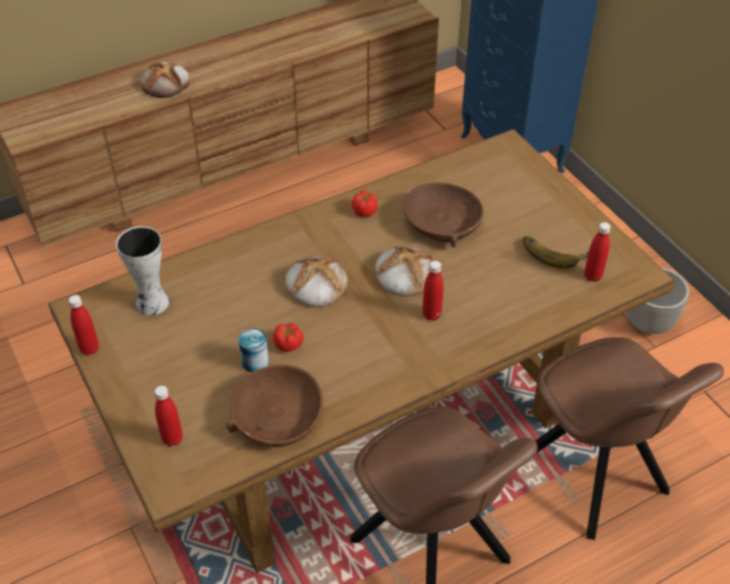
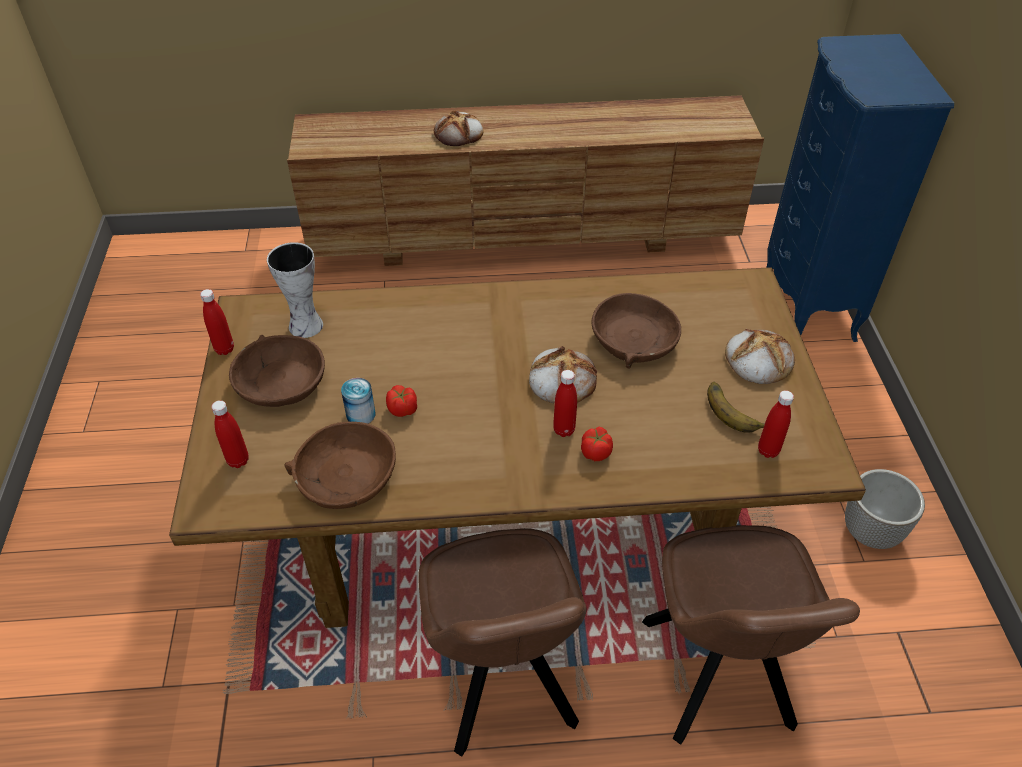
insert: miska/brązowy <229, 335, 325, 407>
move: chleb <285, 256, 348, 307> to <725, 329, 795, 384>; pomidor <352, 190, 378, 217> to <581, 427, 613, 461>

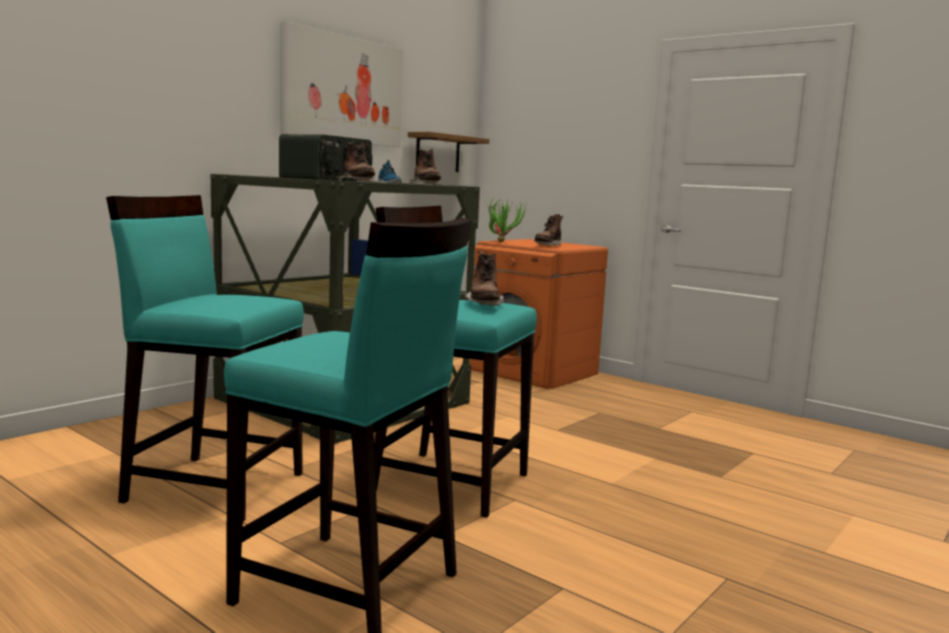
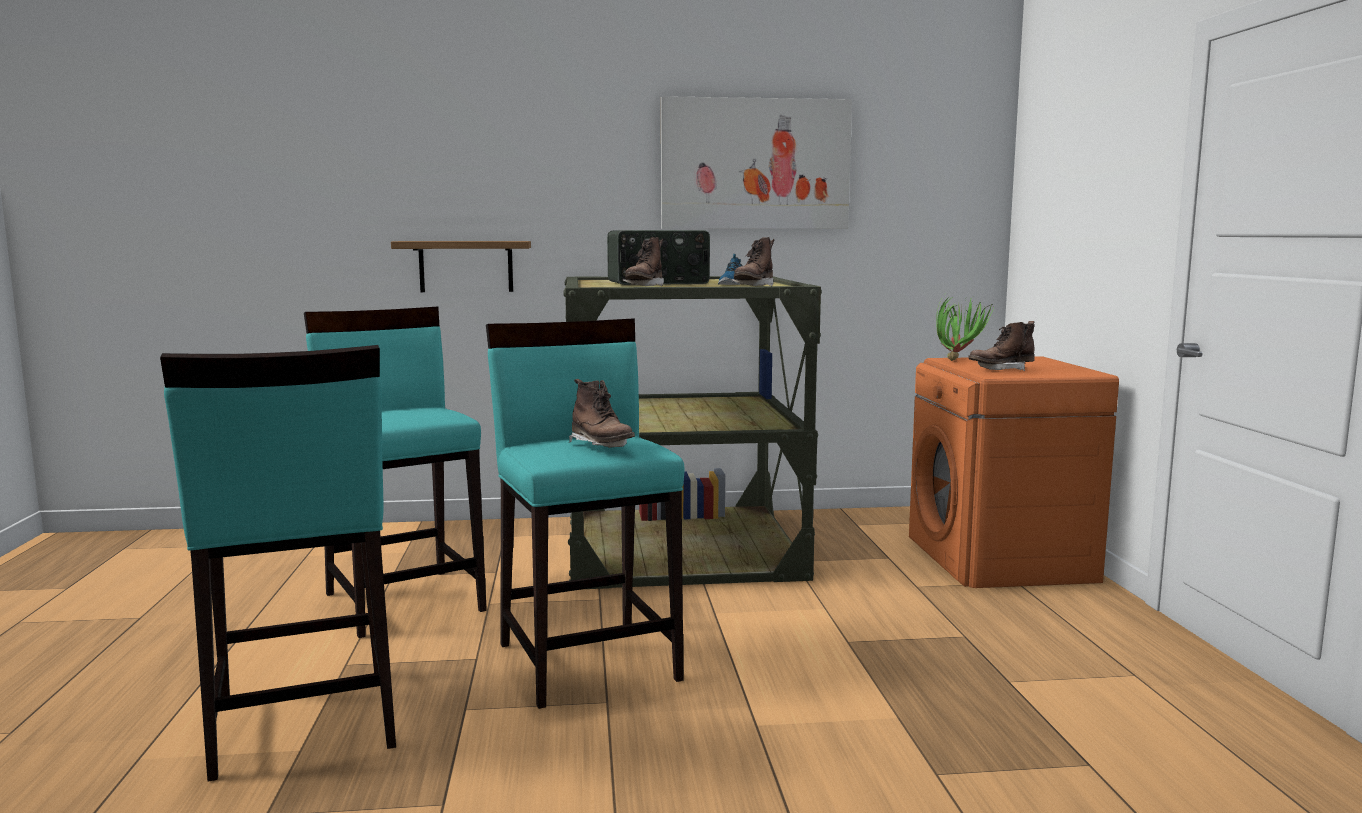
move: półka <408, 132, 489, 172> to <391, 241, 531, 292>
rotate: but z cholewką/brązowy <464, 251, 504, 306> = <569, 379, 635, 448> 75 degrees counterclockwise

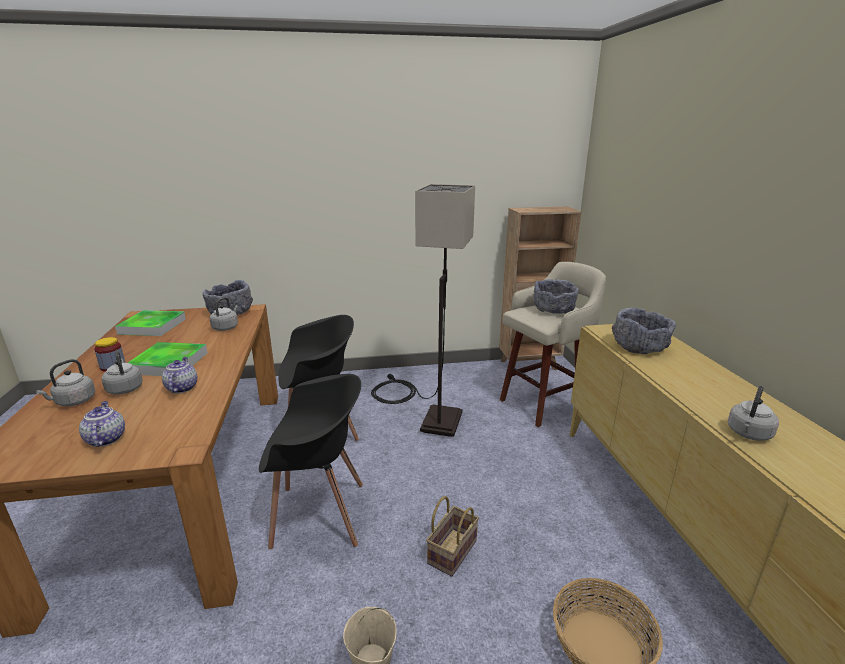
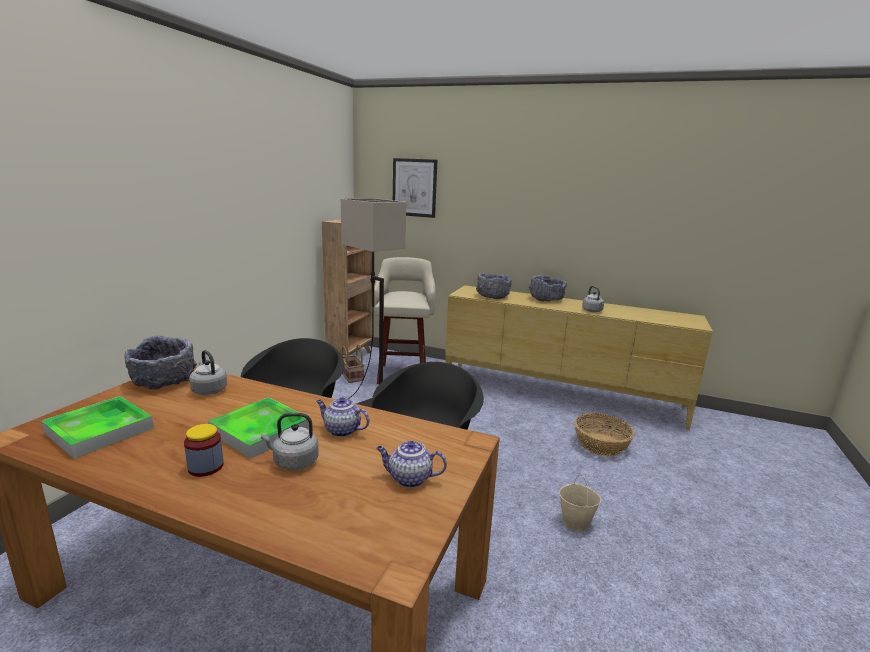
delete: czajnik/szary <36, 359, 95, 406>
insert: obraz <393, 158, 437, 218>
move: koszyk <426, 496, 479, 577> to <341, 344, 364, 383>; miska/szary <534, 279, 579, 314> to <529, 275, 567, 302>

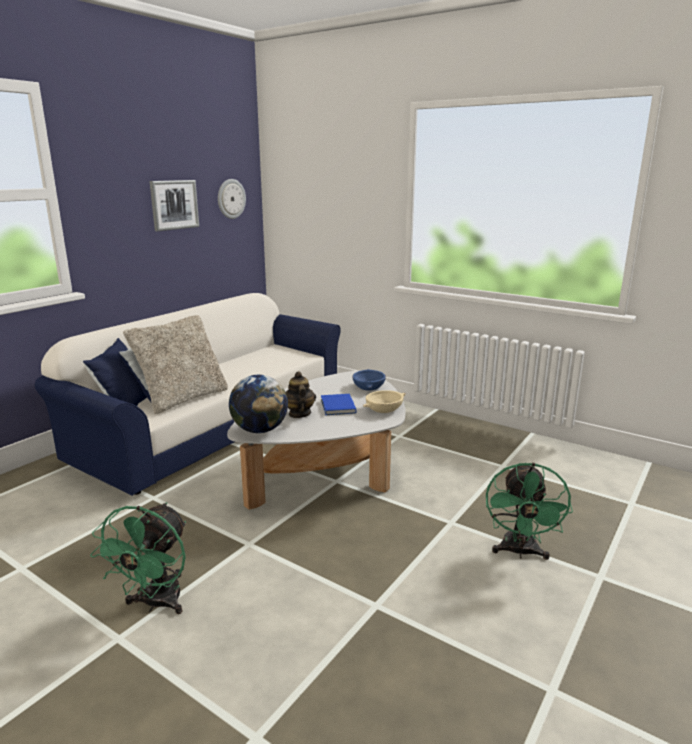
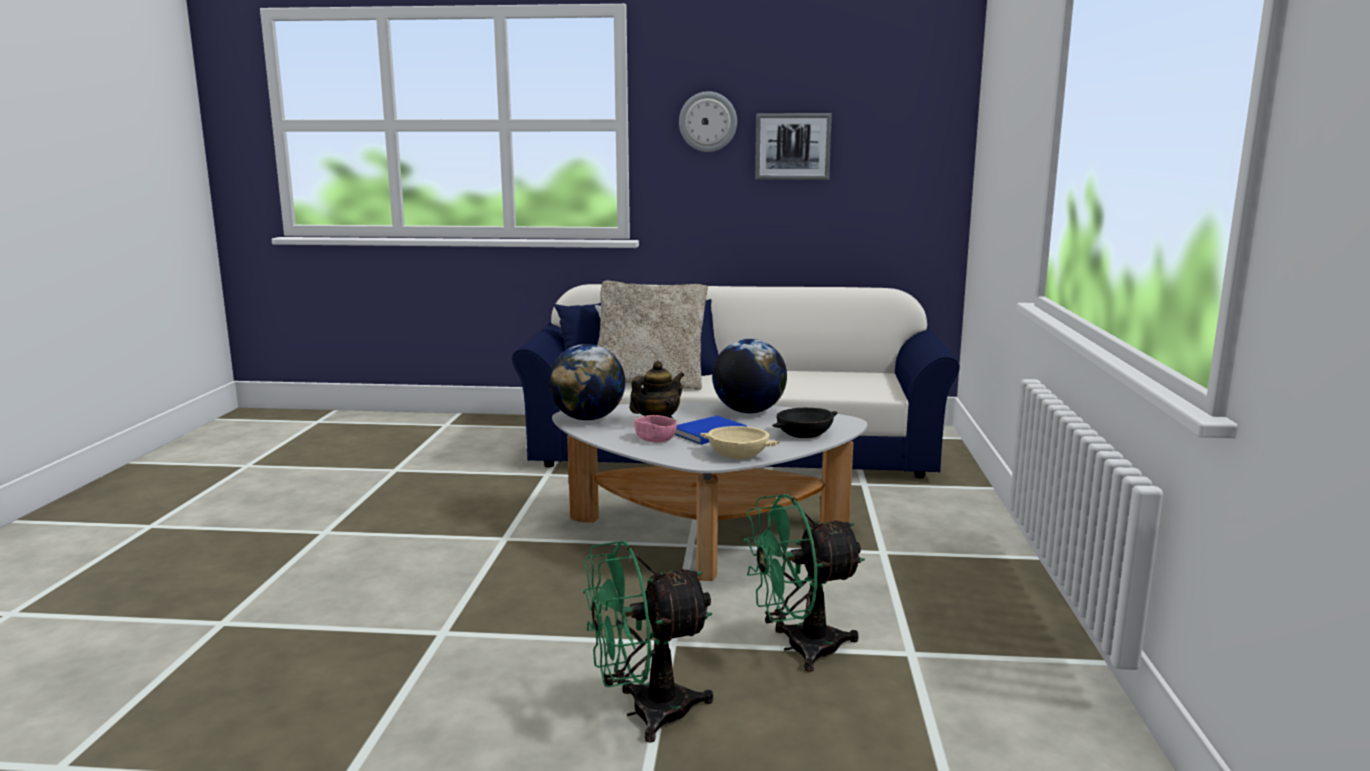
insert: miska/różowy <634, 415, 677, 443>; globus <712, 339, 787, 413>
move: wentylator/zielony <90, 502, 186, 614> to <743, 494, 865, 672>; zegar ścienny <218, 179, 246, 219> to <679, 91, 737, 152>
recolor: miska/niebieski <353, 369, 386, 391> to miska/czarny <772, 408, 838, 438>

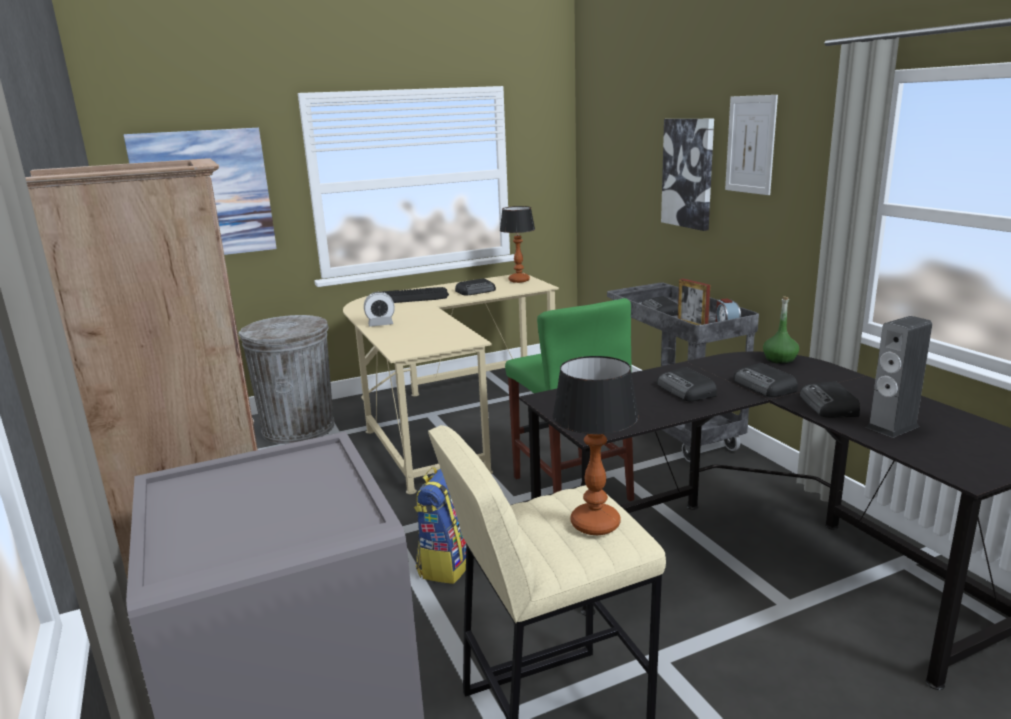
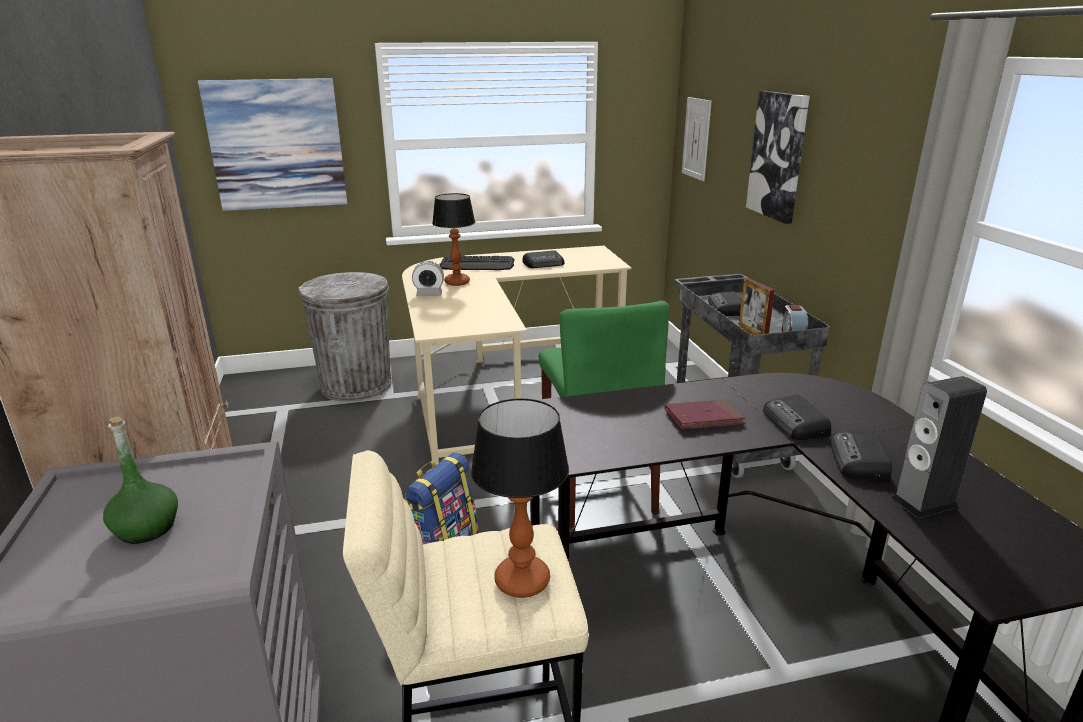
move: lampa stołowa <500, 206, 535, 283> to <432, 193, 475, 286>; obraz <725, 95, 778, 195> to <682, 97, 711, 181>; butelka/zielony <763, 296, 799, 364> to <103, 417, 178, 544>
replace: radio <657, 367, 717, 401> to książka/czerwony <665, 399, 746, 429>

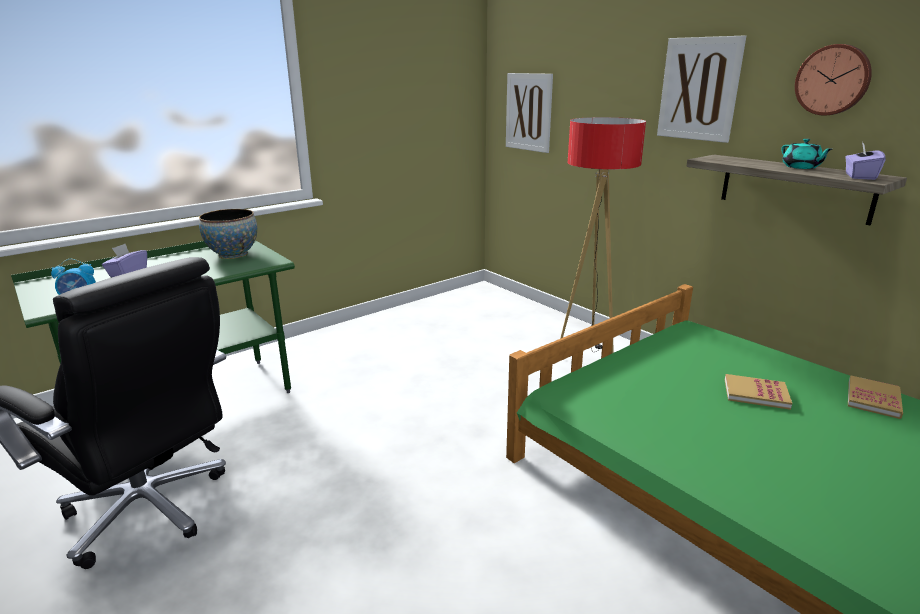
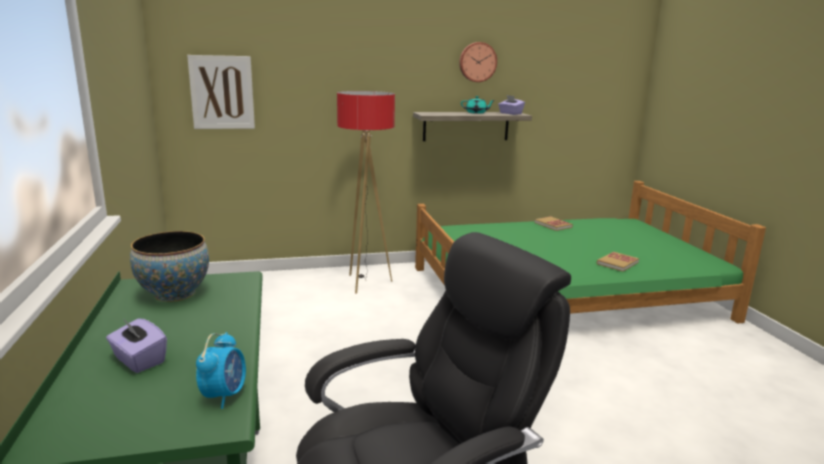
delete: obraz <657, 35, 746, 143>
move: książka <725, 374, 792, 410> to <596, 252, 639, 272>

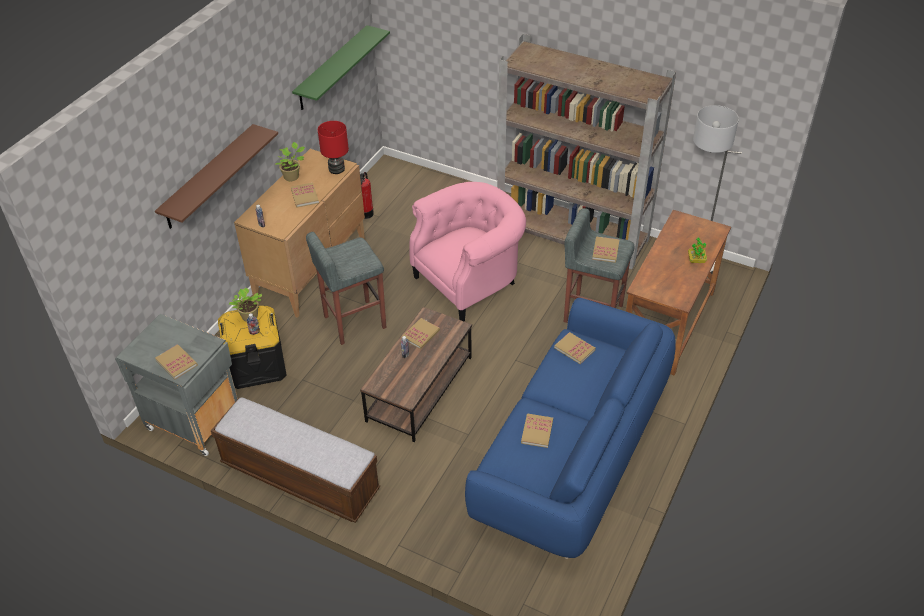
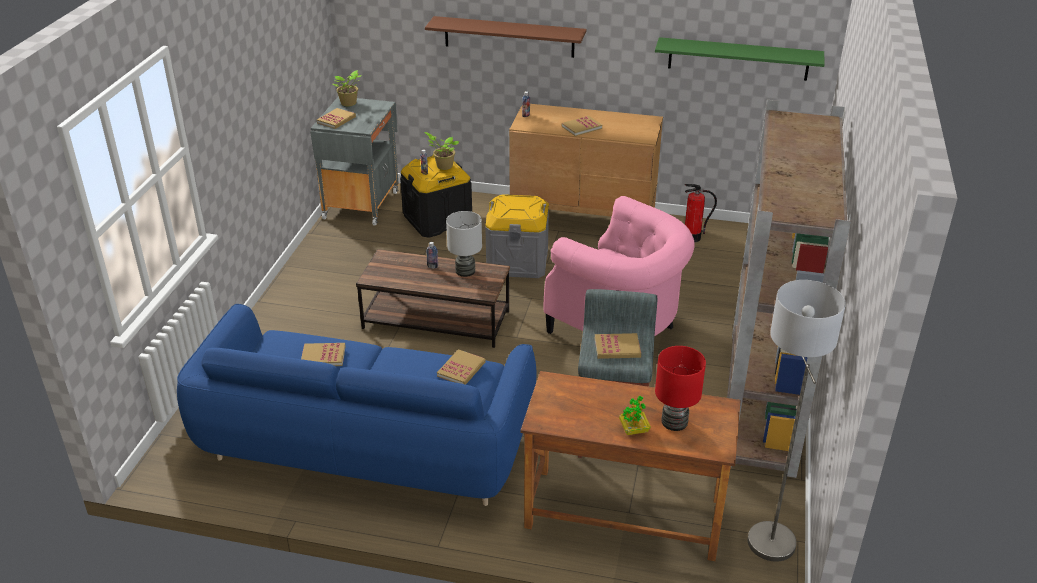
delete: ławka <211, 397, 380, 523>
move: roślina doniczkowa <275, 142, 305, 181> to <333, 70, 362, 106>; lampa stołowa/czerwony <318, 121, 349, 174> to <655, 346, 706, 431>
replace: stołek/szary <306, 232, 386, 345> to pojemnik do przechowywania/szary <485, 194, 549, 278>; książka <402, 318, 440, 349> to lampa stołowa/szary <446, 211, 482, 277>

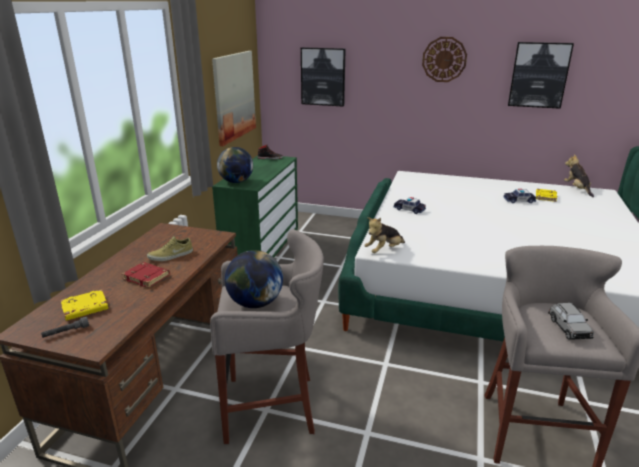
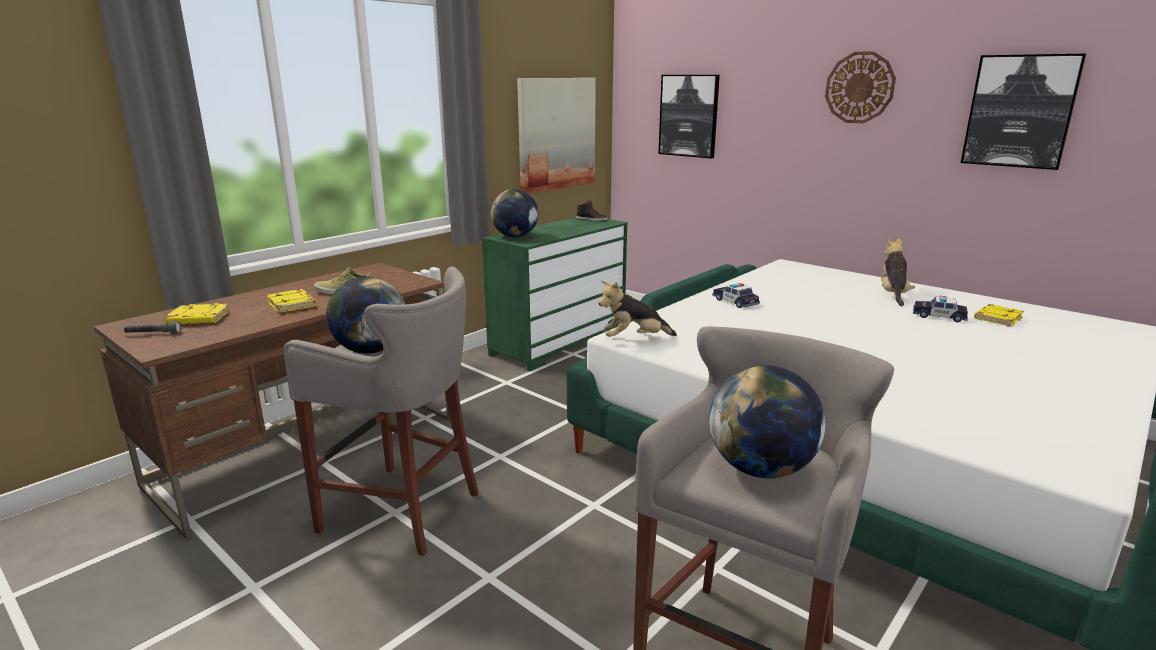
move: pluszak <564, 154, 594, 197> to <881, 238, 915, 306>
replace: samochodzik/szary <548, 303, 594, 340> to globus <709, 365, 825, 478>
recolor: książka/czerwony <122, 262, 170, 288> to książka/żółty <266, 289, 316, 313>

